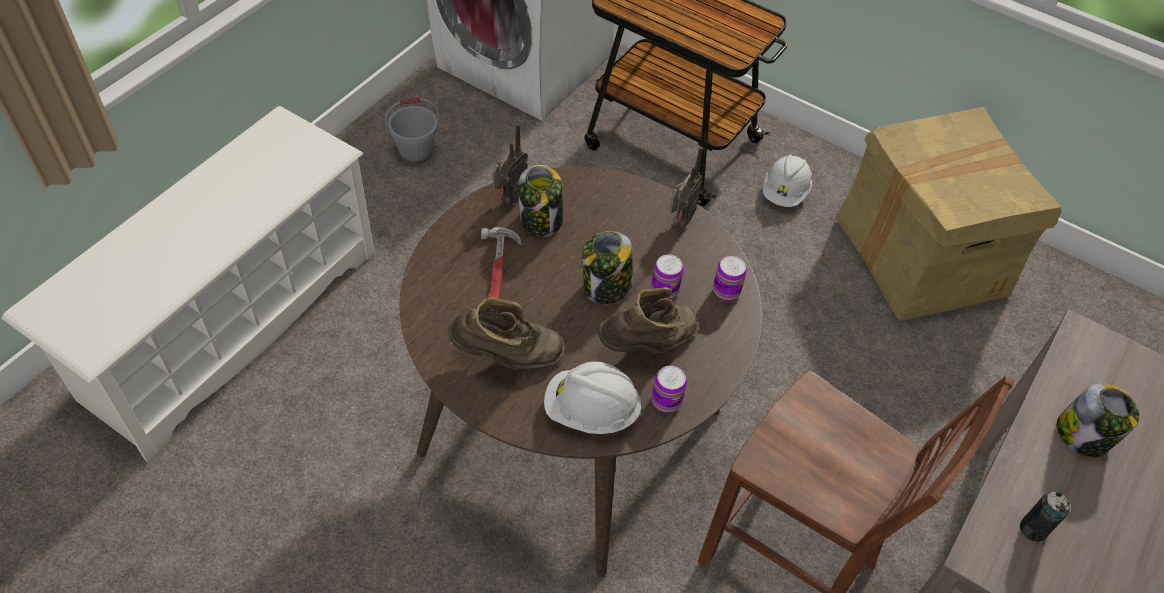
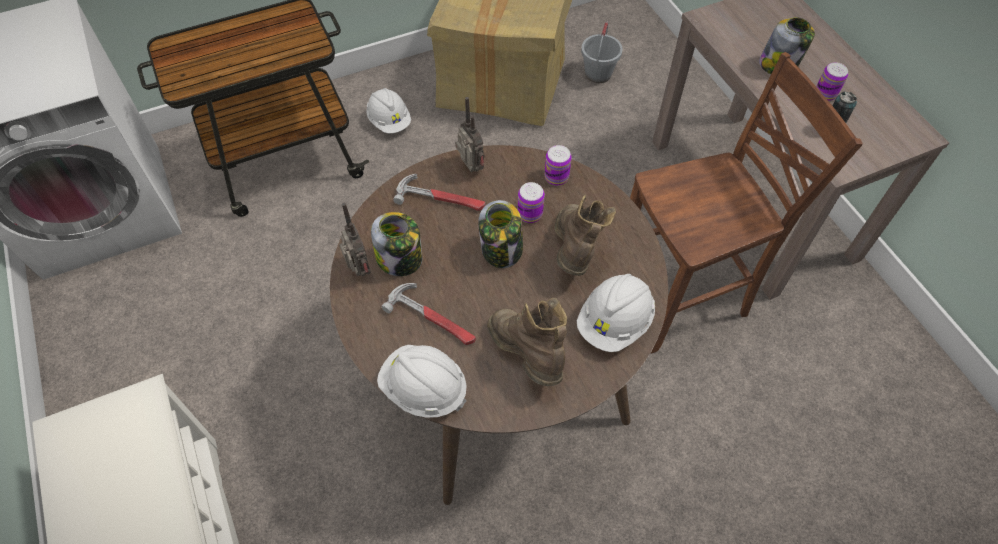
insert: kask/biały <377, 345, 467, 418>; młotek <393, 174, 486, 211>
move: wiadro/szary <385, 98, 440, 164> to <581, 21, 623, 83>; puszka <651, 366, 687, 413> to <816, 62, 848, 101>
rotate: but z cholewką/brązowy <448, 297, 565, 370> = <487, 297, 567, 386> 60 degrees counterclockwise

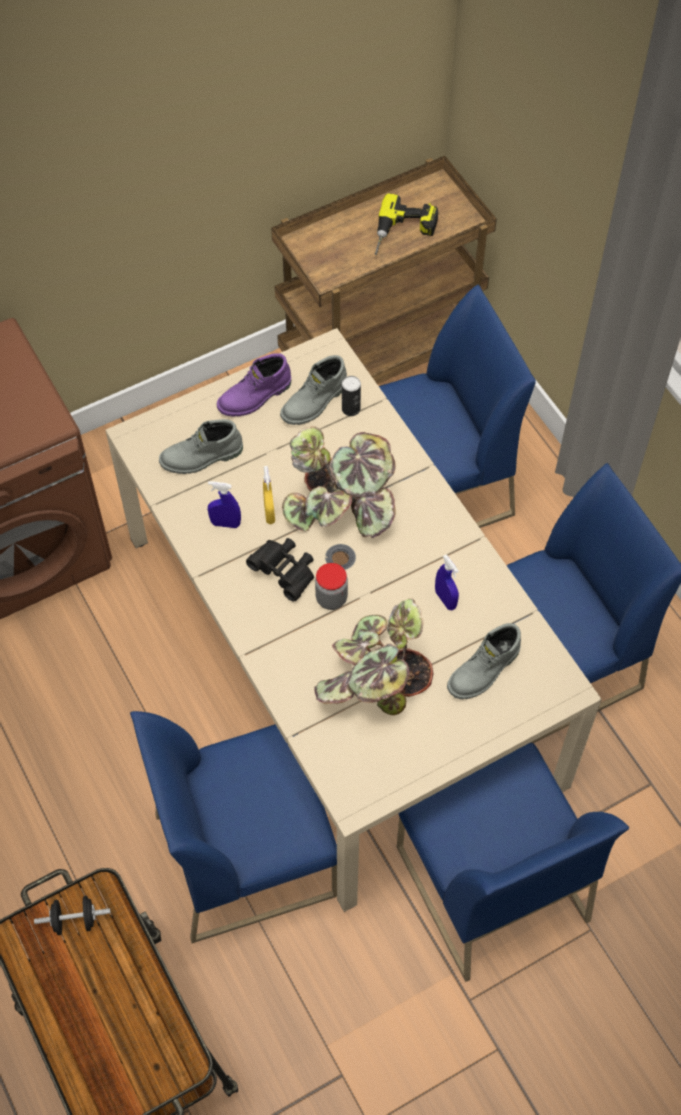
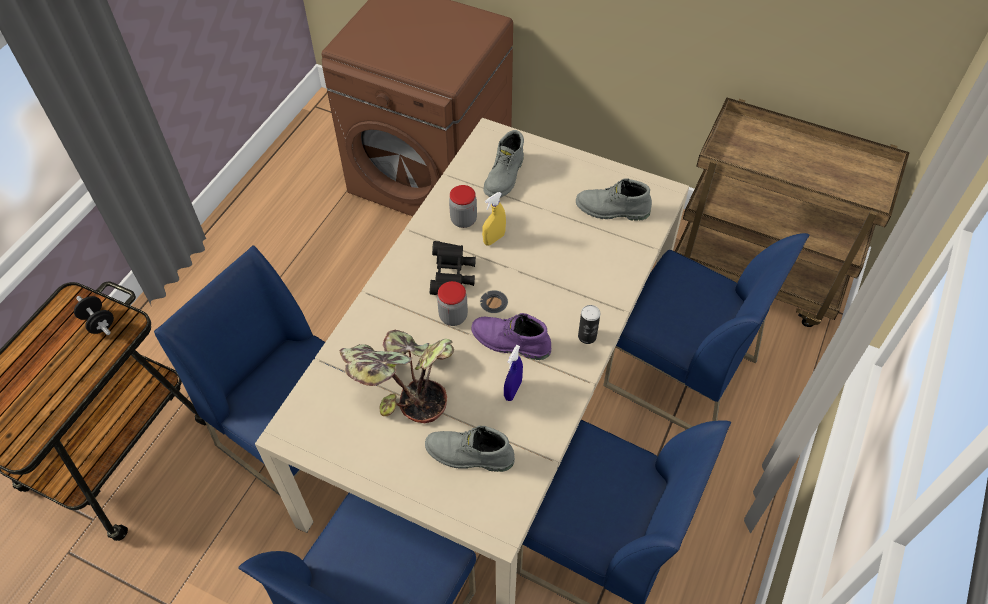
delete: roślina doniczkowa <282, 426, 396, 538>; wiertarka <375, 193, 438, 255>
move: but z cholewką/fioletowy <217, 353, 291, 417> to <471, 313, 551, 360>; puszka <342, 376, 361, 416> to <578, 305, 600, 344>
replace: spryskiwacz/niebieski <208, 481, 241, 528> to słoik <449, 185, 477, 228>
rotate: but z cholewką/szary <159, 419, 243, 474> = <484, 130, 524, 198> 105 degrees counterclockwise

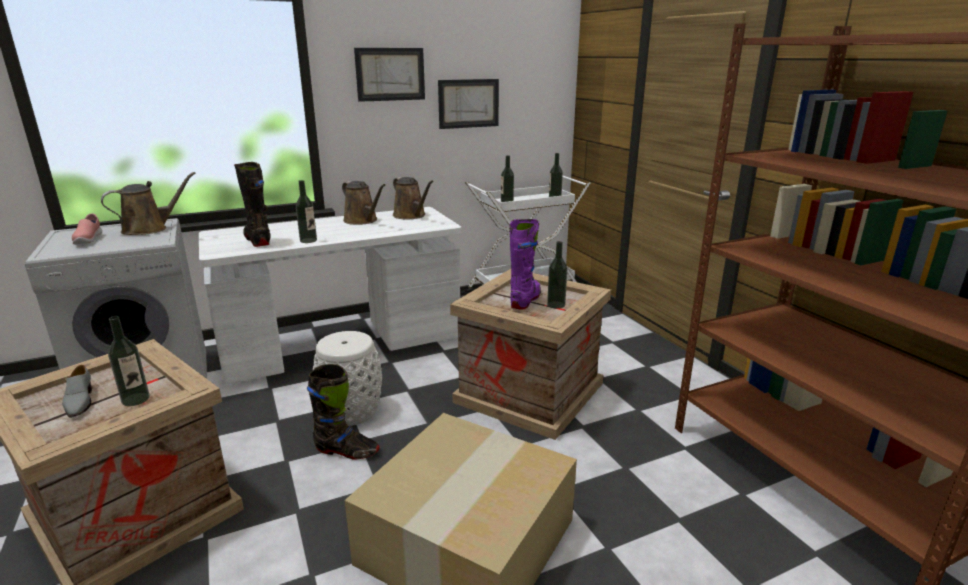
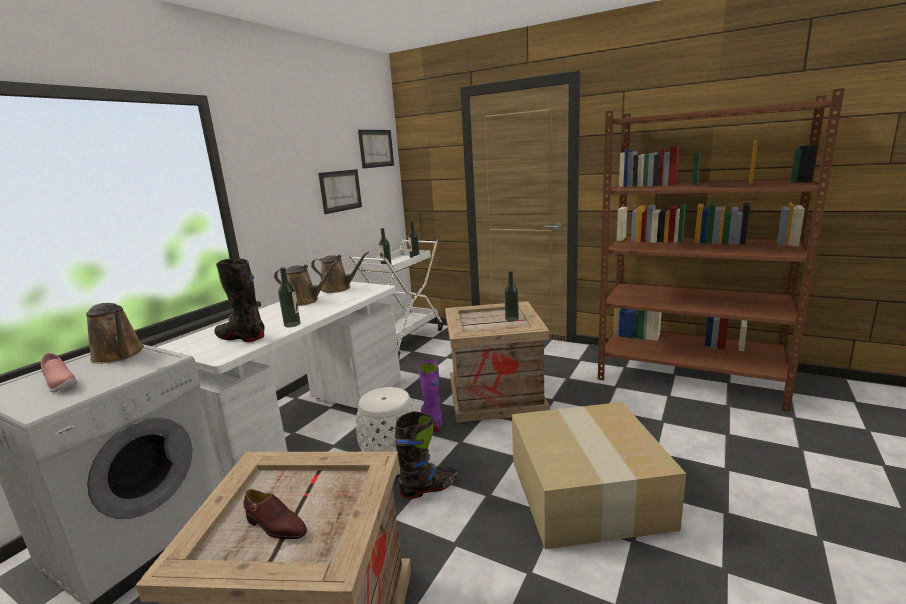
delete: butelka <108, 316, 150, 406>
move: obraz <354, 48, 425, 102> to <358, 130, 394, 169>; but z cholewką/fioletowy <510, 219, 541, 310> to <418, 359, 442, 432>
recolor: but/szary <62, 365, 92, 418> to but/brązowy <243, 489, 307, 539>
rotate: konewka/brązowy <101, 172, 196, 235> = <86, 303, 144, 364> 120 degrees clockwise

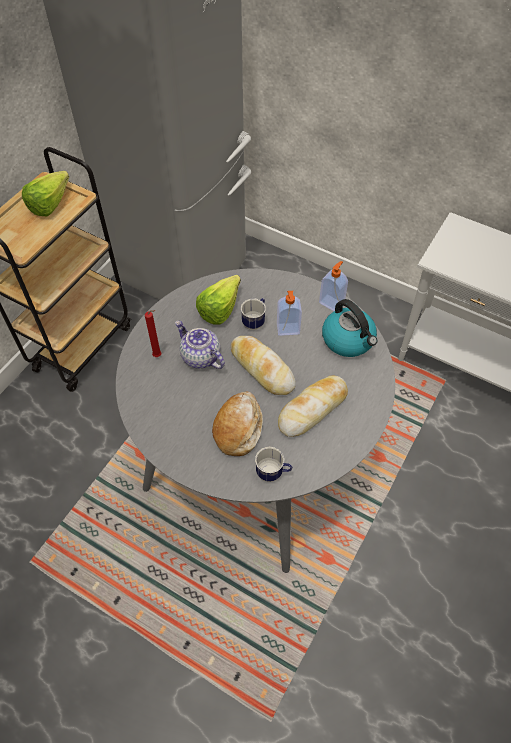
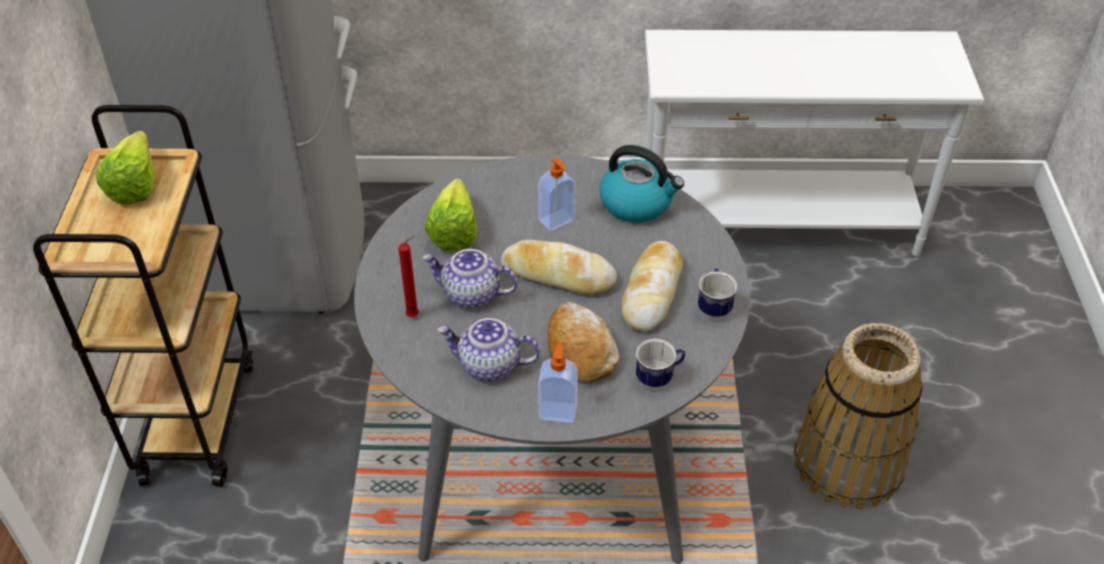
insert: imbryk <438, 318, 540, 381>; koszyk <793, 323, 923, 509>
move: kubek <241, 298, 266, 330> to <698, 268, 737, 319>; dozownik mydła <319, 261, 348, 311> to <538, 342, 578, 423>

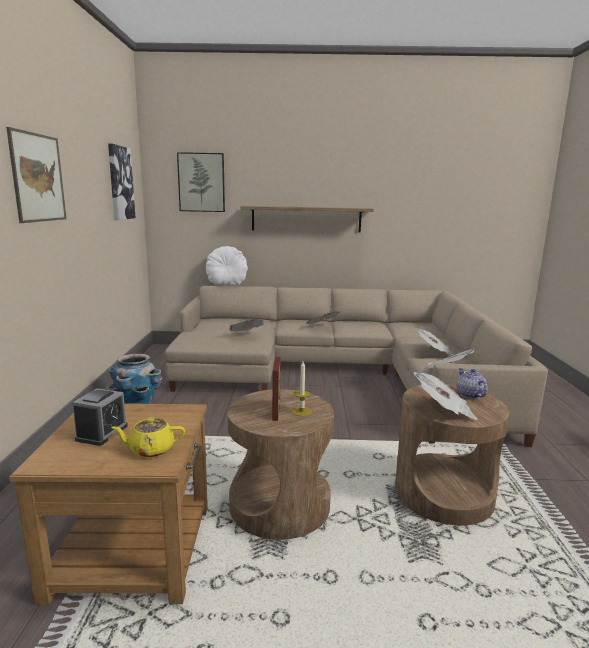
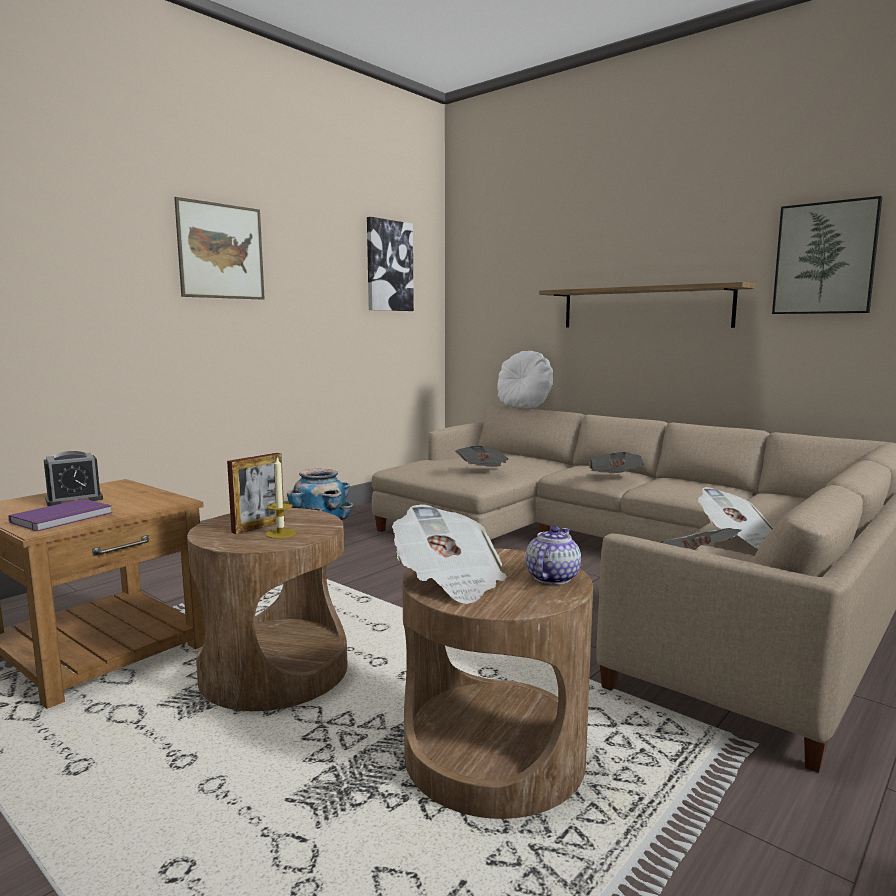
move: obraz <177, 152, 225, 212> to <772, 196, 882, 314>
replace: imbryk/żółty <111, 417, 185, 458> to książka/fioletowy <8, 499, 112, 531>

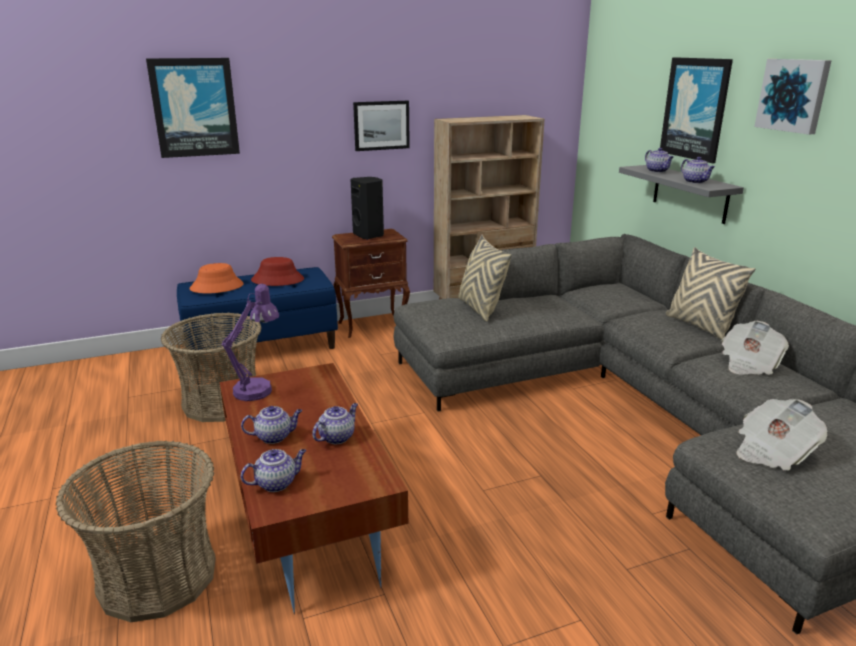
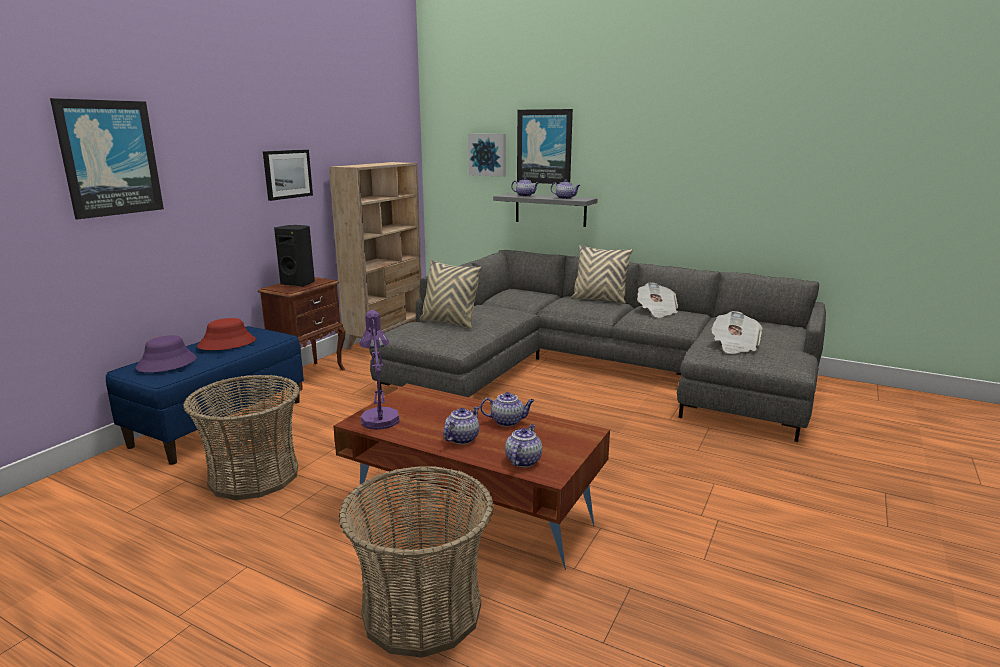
move: obraz <754, 59, 832, 135> to <468, 134, 506, 177>
recolor: kapelusz/pomarańczowy <189, 263, 244, 293> to kapelusz/fioletowy <135, 335, 197, 373>
rotate: imbryk <312, 403, 358, 444> = <480, 392, 535, 427> 90 degrees clockwise

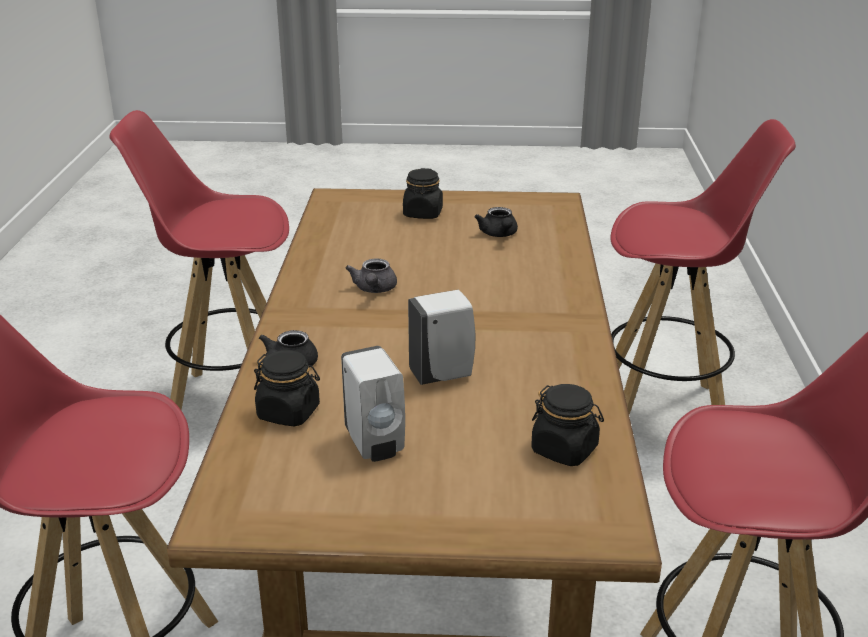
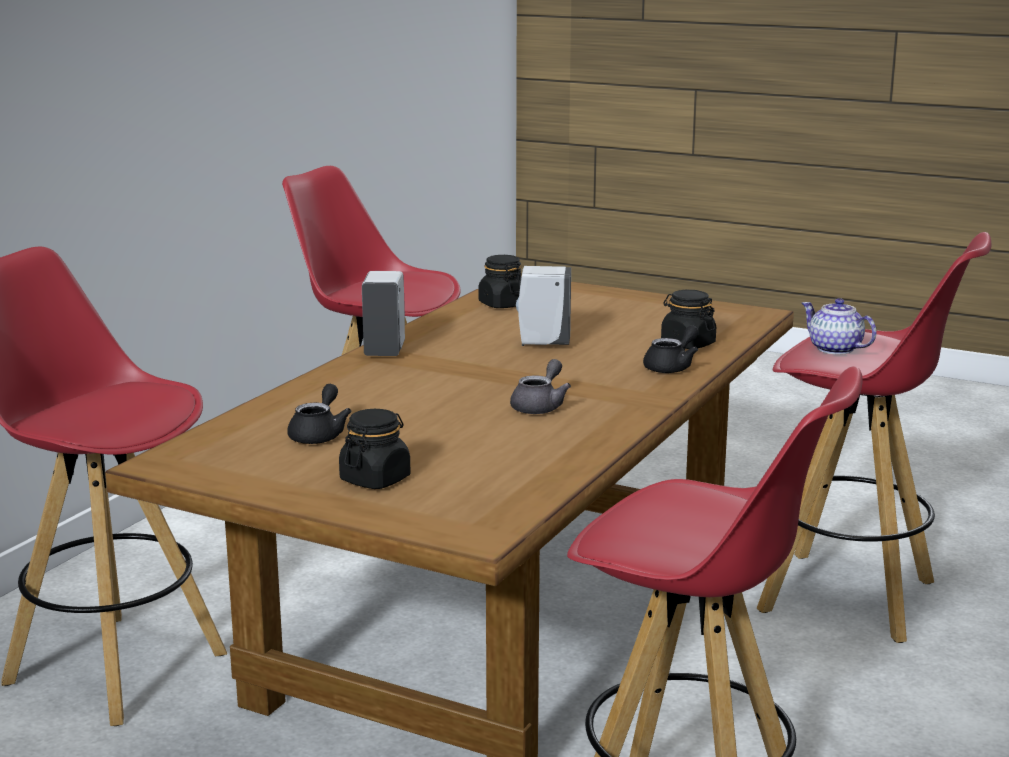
insert: imbryk <802, 298, 877, 355>
move: dozownik mydła/biały <341, 346, 405, 462> to <362, 271, 405, 356>

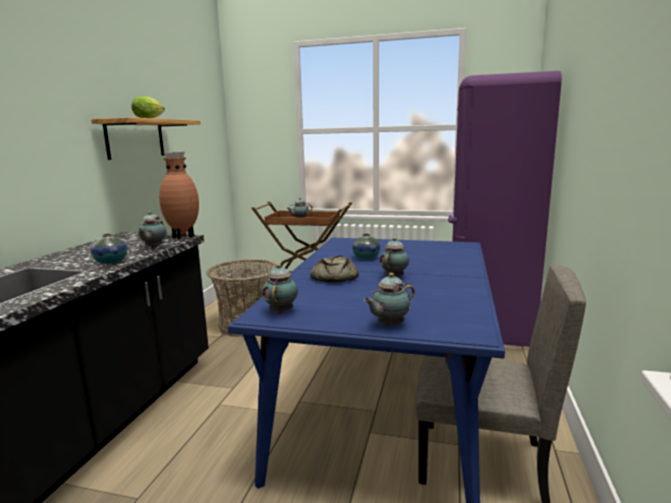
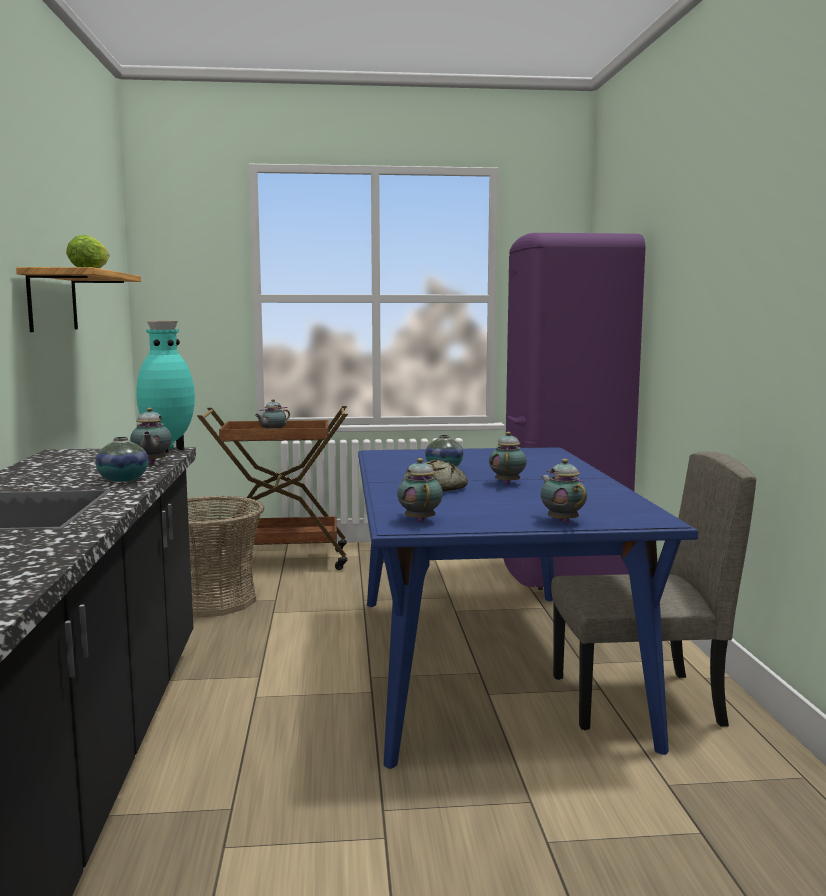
recolor: wazon/brązowy <159, 151, 199, 239> to wazon/turkusowy <136, 321, 195, 453>
rotate: imbryk <363, 273, 415, 326> = <541, 459, 587, 523> 120 degrees clockwise

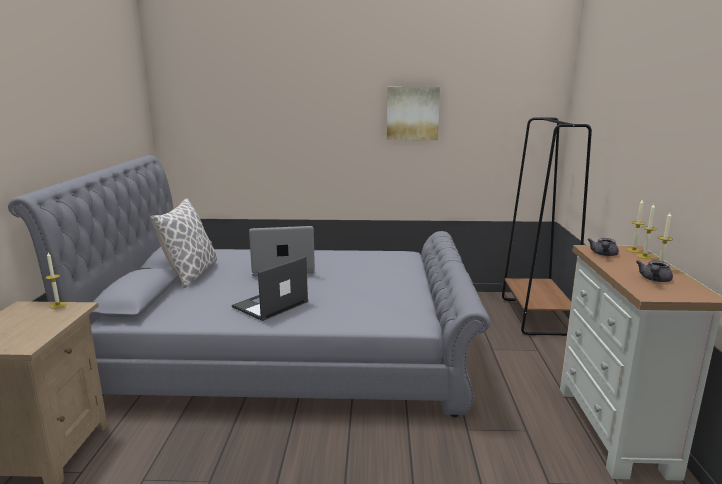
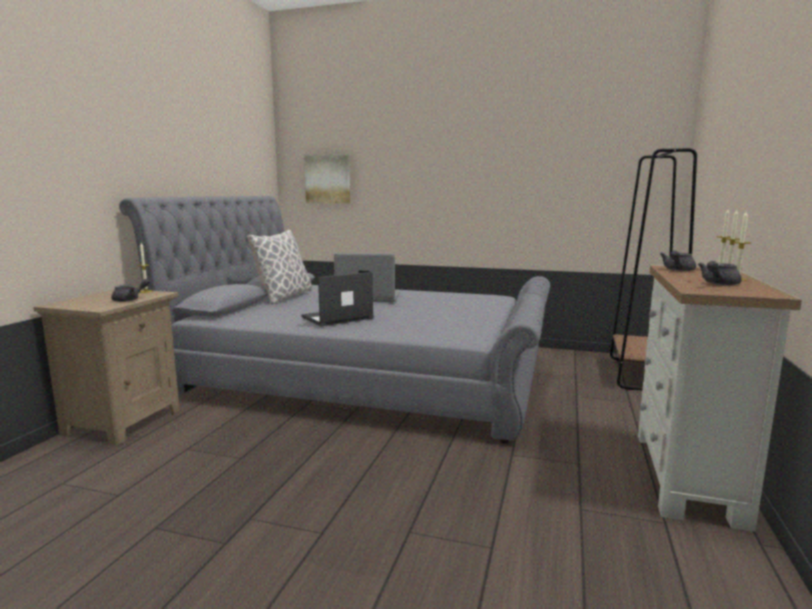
insert: imbryk/szary <111, 279, 150, 302>
move: obraz <387, 87, 440, 140> to <304, 155, 350, 204>

